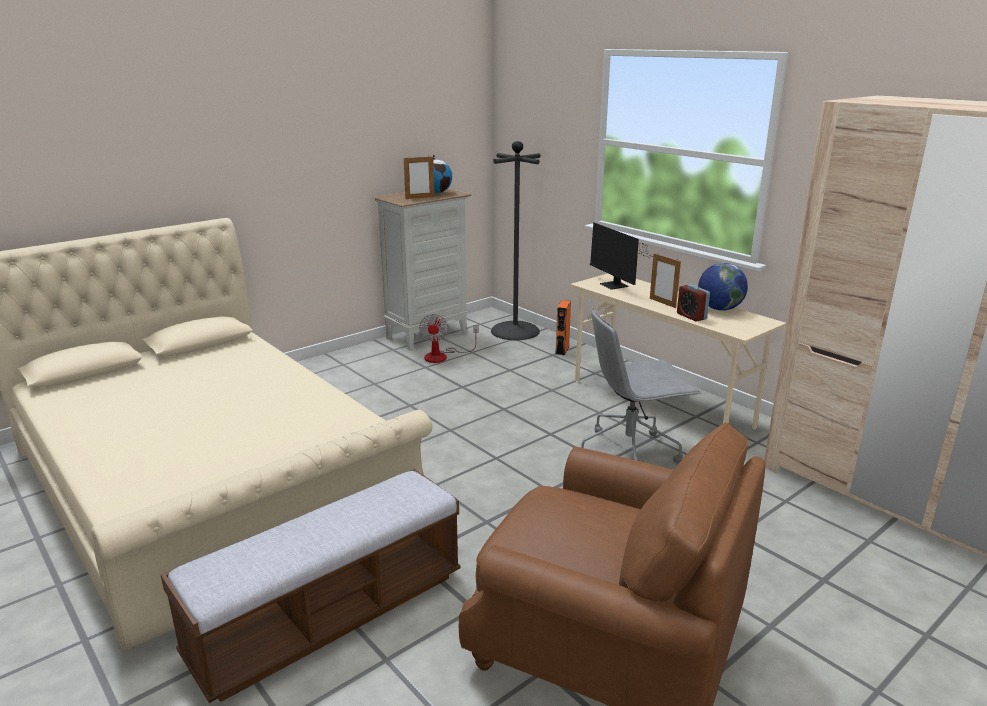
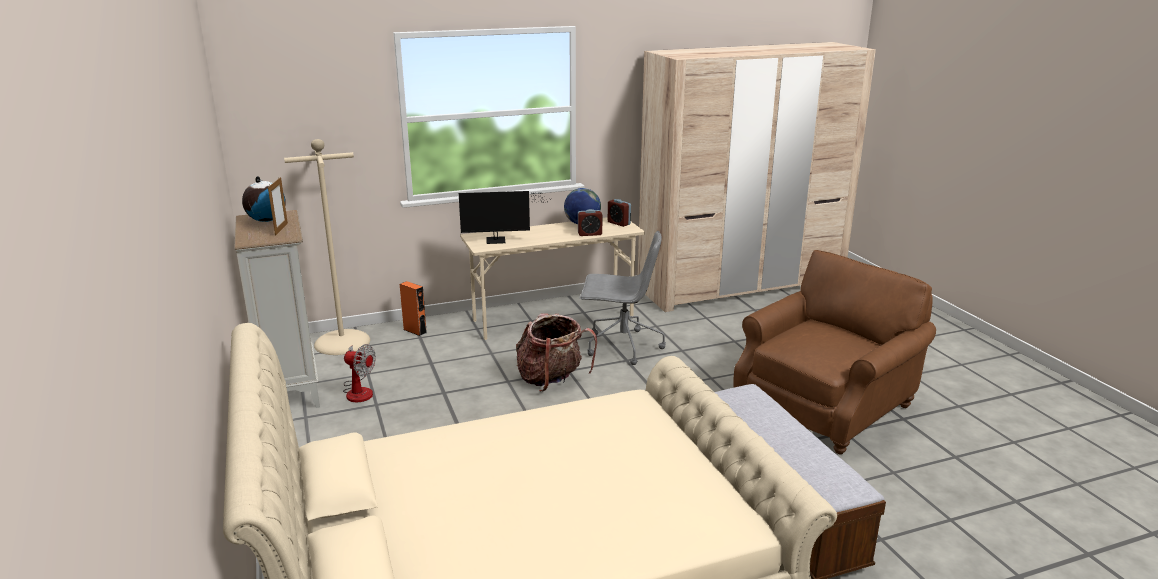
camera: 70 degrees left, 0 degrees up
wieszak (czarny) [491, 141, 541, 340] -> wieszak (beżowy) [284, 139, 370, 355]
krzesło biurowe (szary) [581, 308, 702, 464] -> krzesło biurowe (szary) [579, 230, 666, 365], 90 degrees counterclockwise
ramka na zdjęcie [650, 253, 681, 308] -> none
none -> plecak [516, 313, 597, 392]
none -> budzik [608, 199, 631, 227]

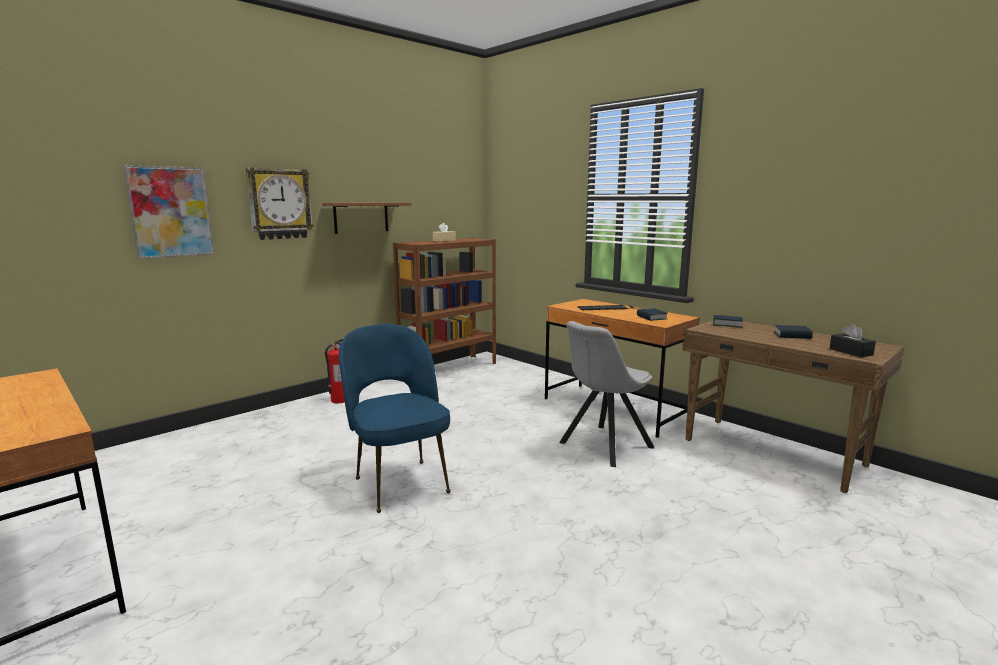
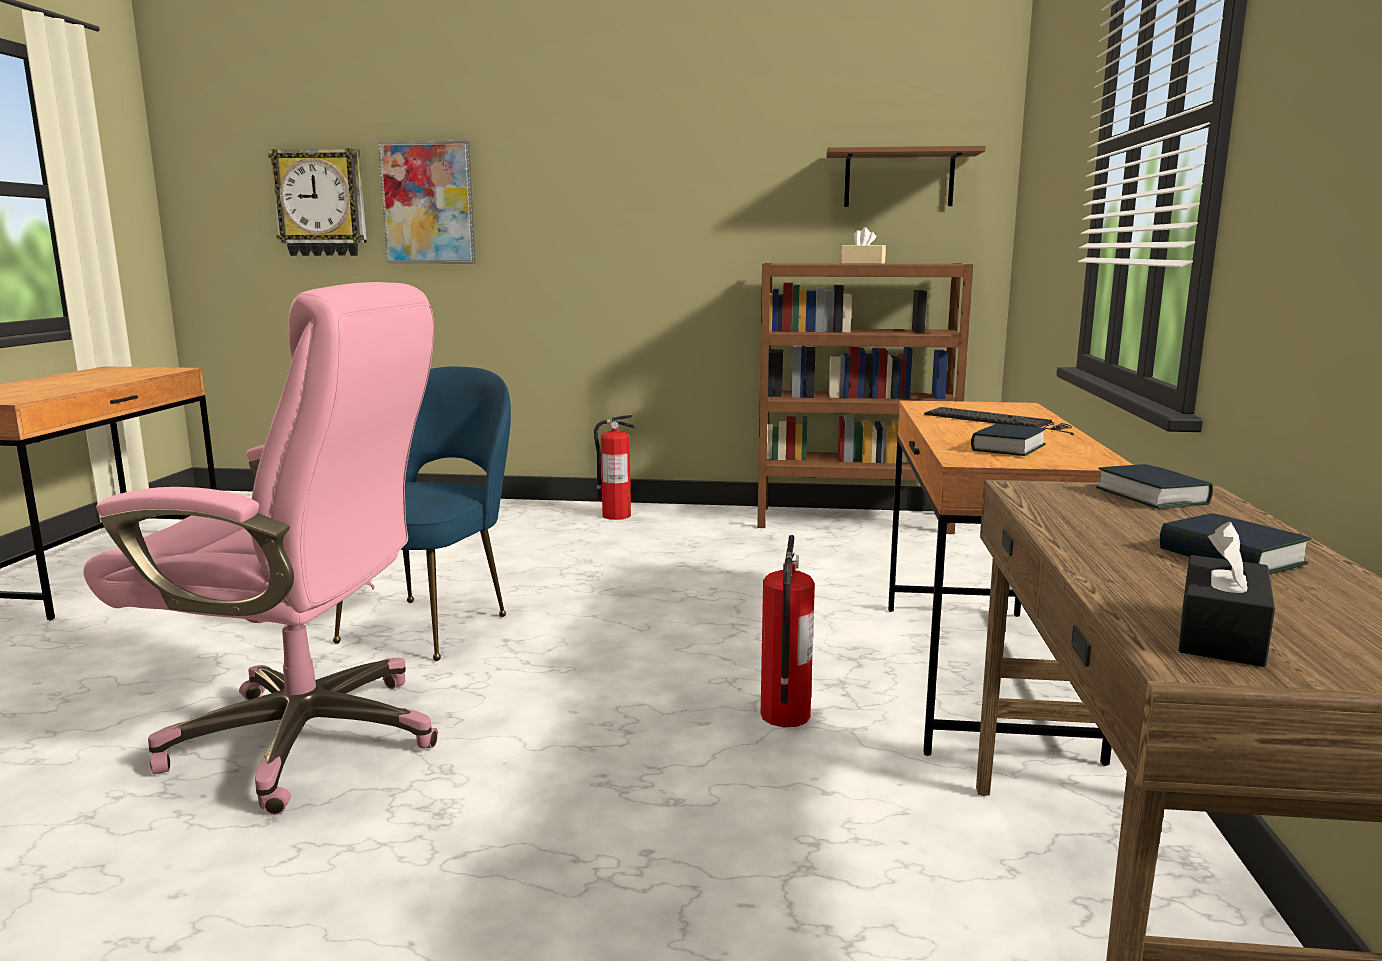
camera: 50 degrees right, 0 degrees up
zegar ścienny [246, 167, 314, 240] -> zegar ścienny [268, 148, 367, 256], relocated
półka (brązowy) [322, 202, 412, 234] -> półka (brązowy) [826, 145, 986, 207], relocated
krzesło (szary) [560, 321, 654, 467] -> gaśnica [761, 535, 815, 727]
none -> krzesło biurowe (różowy) [83, 282, 438, 815]

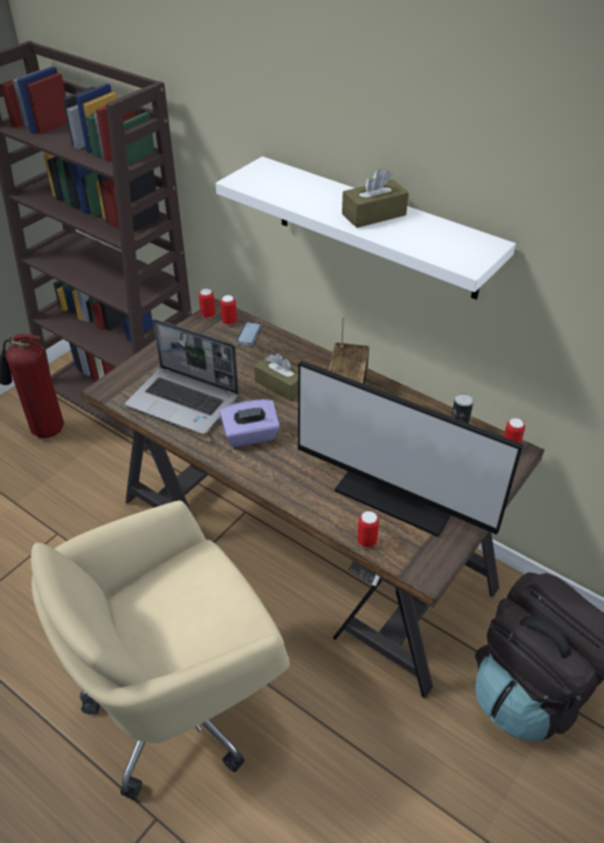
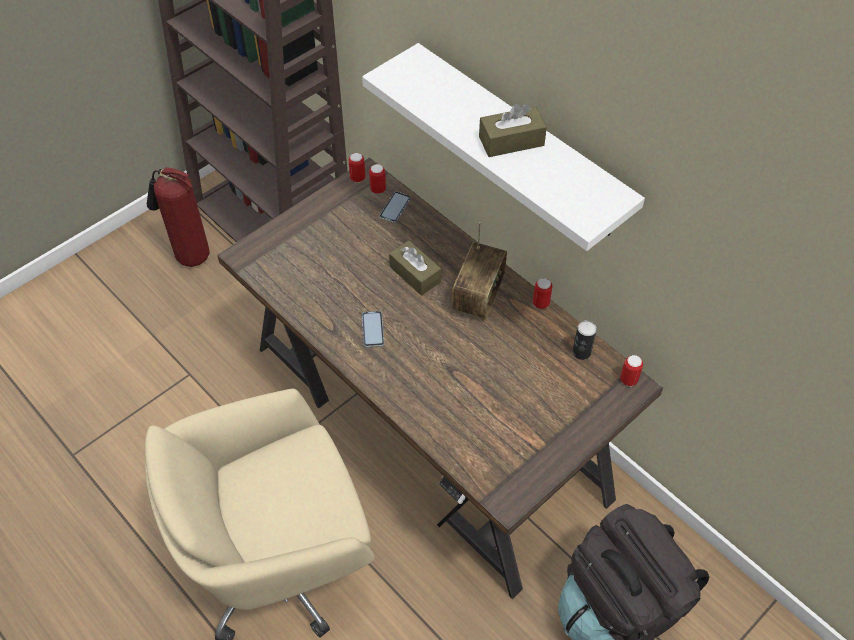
camera: 10 degrees right, 10 degrees up
laptop [125, 319, 239, 435] -> none
pudełko chusteczek (fioletowy) [220, 399, 280, 447] -> telefon [362, 311, 384, 347]
monitor [298, 360, 523, 537] -> none
puszka [357, 511, 379, 548] -> puszka [533, 278, 552, 309], relocated

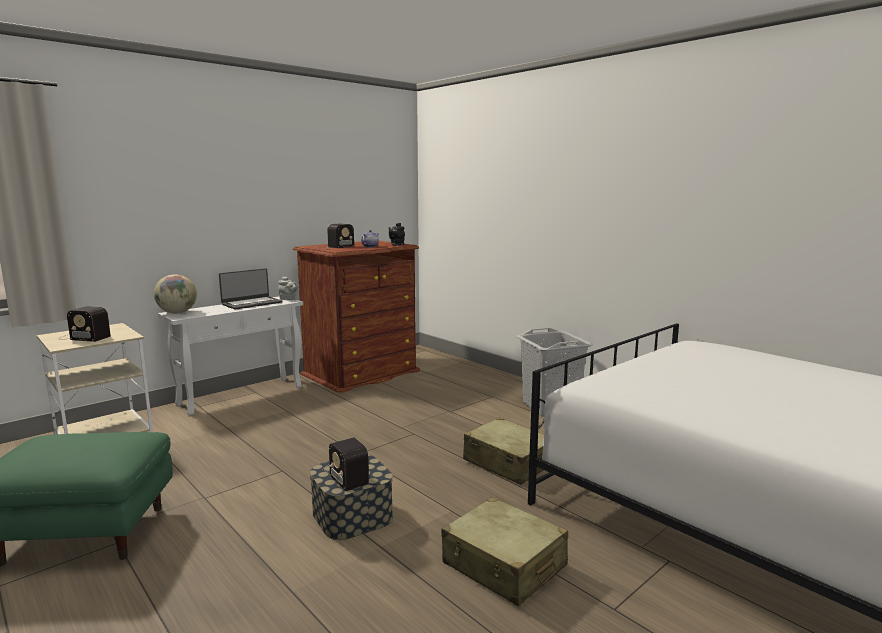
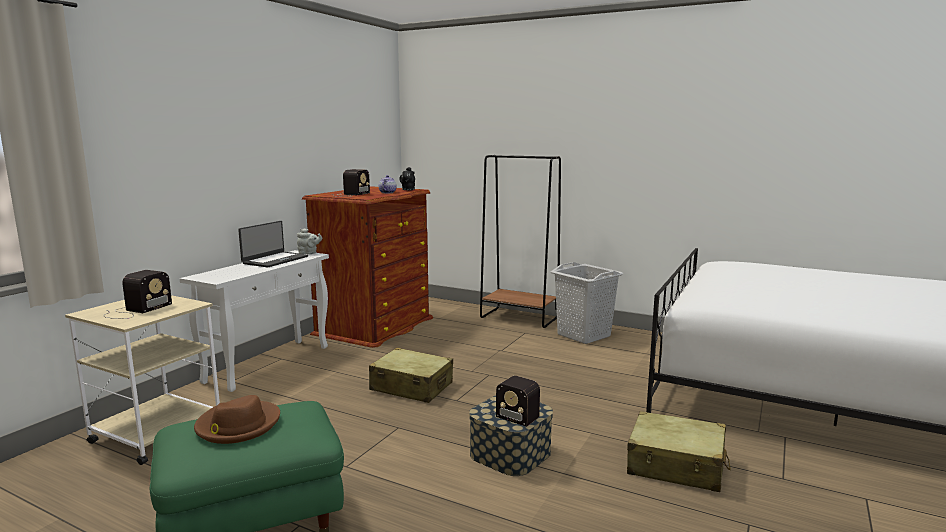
camera: 20 degrees left, 0 degrees up
radio [58, 306, 111, 342] -> radio [103, 270, 172, 319], 60 degrees counterclockwise
globus [154, 274, 197, 313] -> none
walizka (beżowy) [463, 417, 544, 485] -> walizka (beżowy) [369, 348, 453, 403], relocated
none -> kapelusz (brązowy) [194, 395, 280, 444]
none -> wieszak [480, 155, 561, 328]

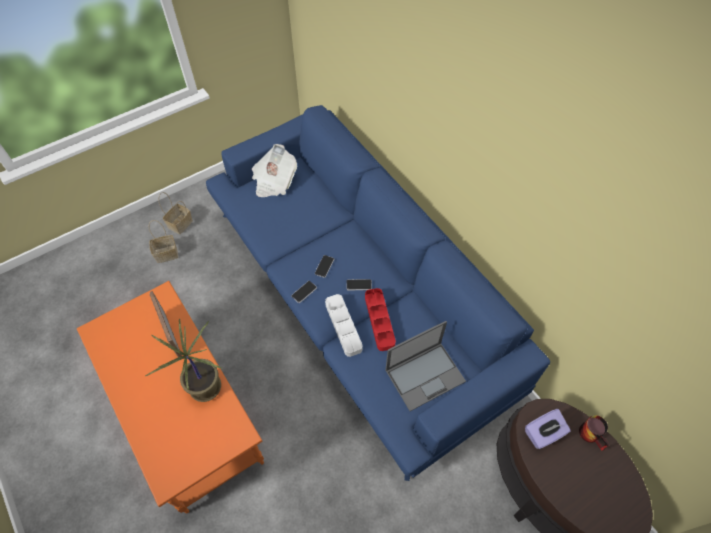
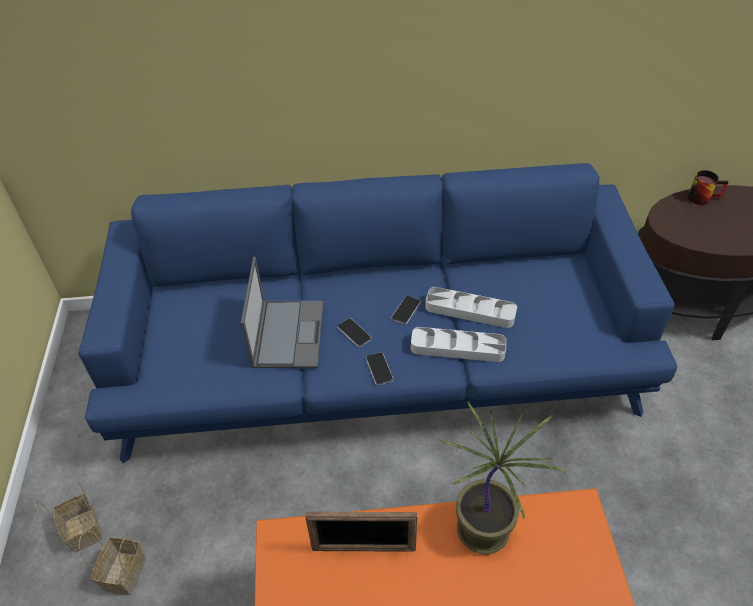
camera: 60 degrees left, 10 degrees down
gazeta [252, 144, 297, 197] -> none
taca (czerwony) [365, 288, 396, 351] -> taca (szary) [425, 287, 517, 328]
laptop [385, 321, 466, 411] -> laptop [241, 257, 323, 368], relocated
pudełko chusteczek (fioletowy) [525, 409, 571, 449] -> none

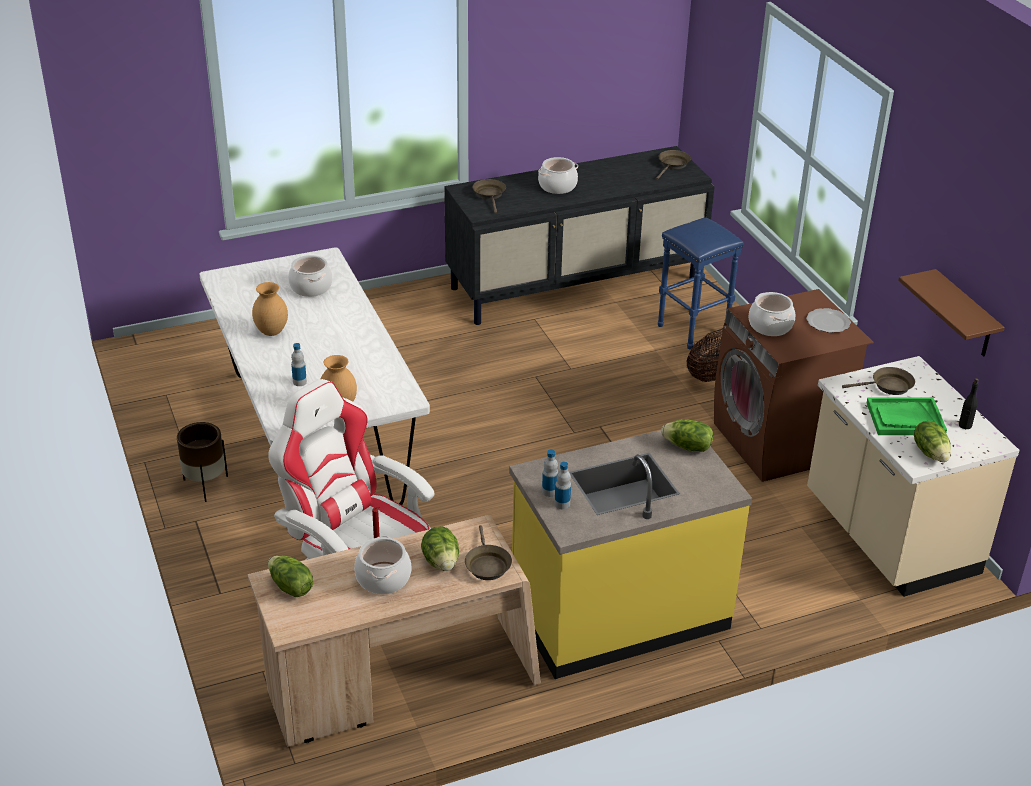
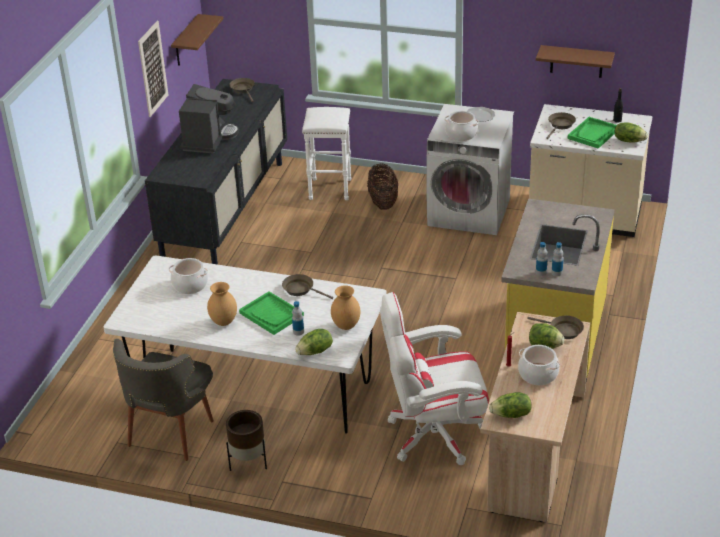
camera: 50 degrees left, 0 degrees up
patelnia (brązowy) [472, 179, 506, 214] -> patelnia (brązowy) [282, 274, 333, 299], relocated
garnek [538, 157, 578, 194] -> ekspres do kawy [179, 84, 239, 154]
stołek (niebieski) [658, 217, 744, 349] -> stołek (biały) [302, 107, 351, 200]
sałata [661, 419, 713, 452] -> sałata [295, 329, 333, 355], relocated
pralka (brązowy) [714, 289, 874, 482] -> pralka (biały) [426, 104, 514, 235]
none -> krzesło (szary) [113, 339, 214, 461]
none -> obraz [138, 21, 169, 117]
none -> półka (brązowy) [171, 14, 223, 66]
none -> taca (zielony) [239, 291, 304, 335]

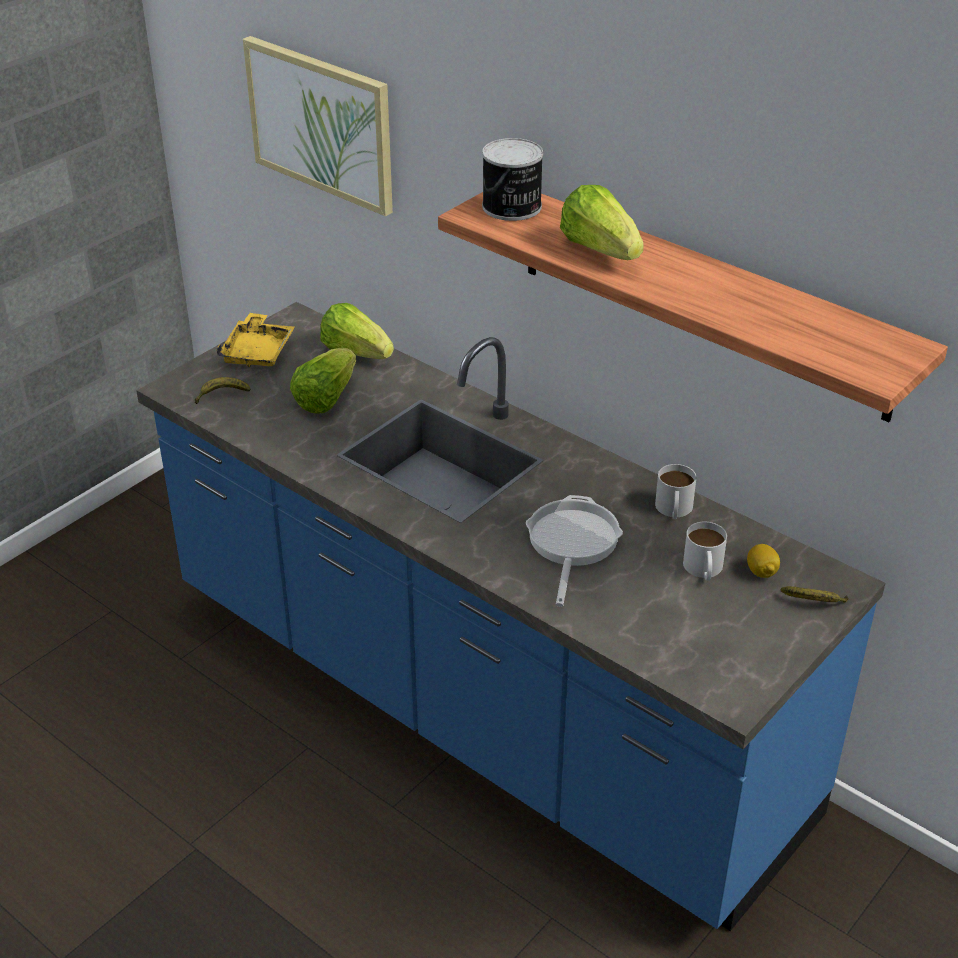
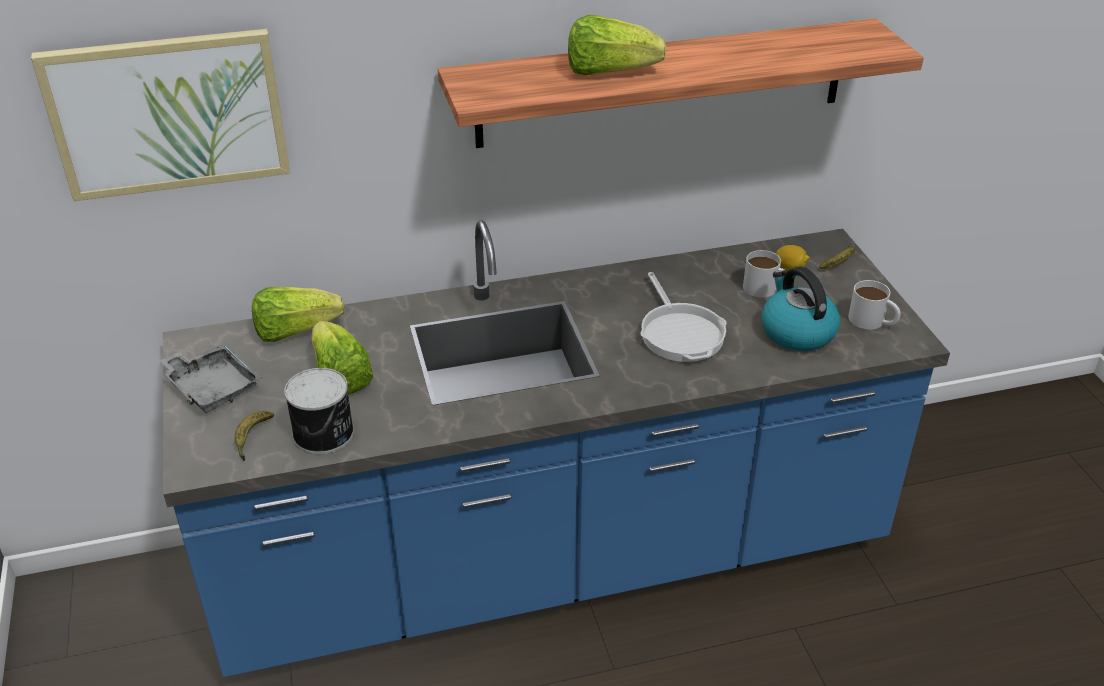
camera: 55 degrees left, 0 degrees up
taca (żółty) [216, 313, 295, 367] -> taca (szary) [159, 343, 262, 413]
puszka [482, 138, 543, 221] -> puszka [284, 368, 354, 455], relocated
patelnia [526, 495, 623, 607] -> patelnia [640, 272, 726, 362], 150 degrees counterclockwise
kubek (biały) [655, 464, 696, 519] -> kubek (biały) [848, 280, 901, 329], relocated
none -> czajnik [761, 266, 840, 351]

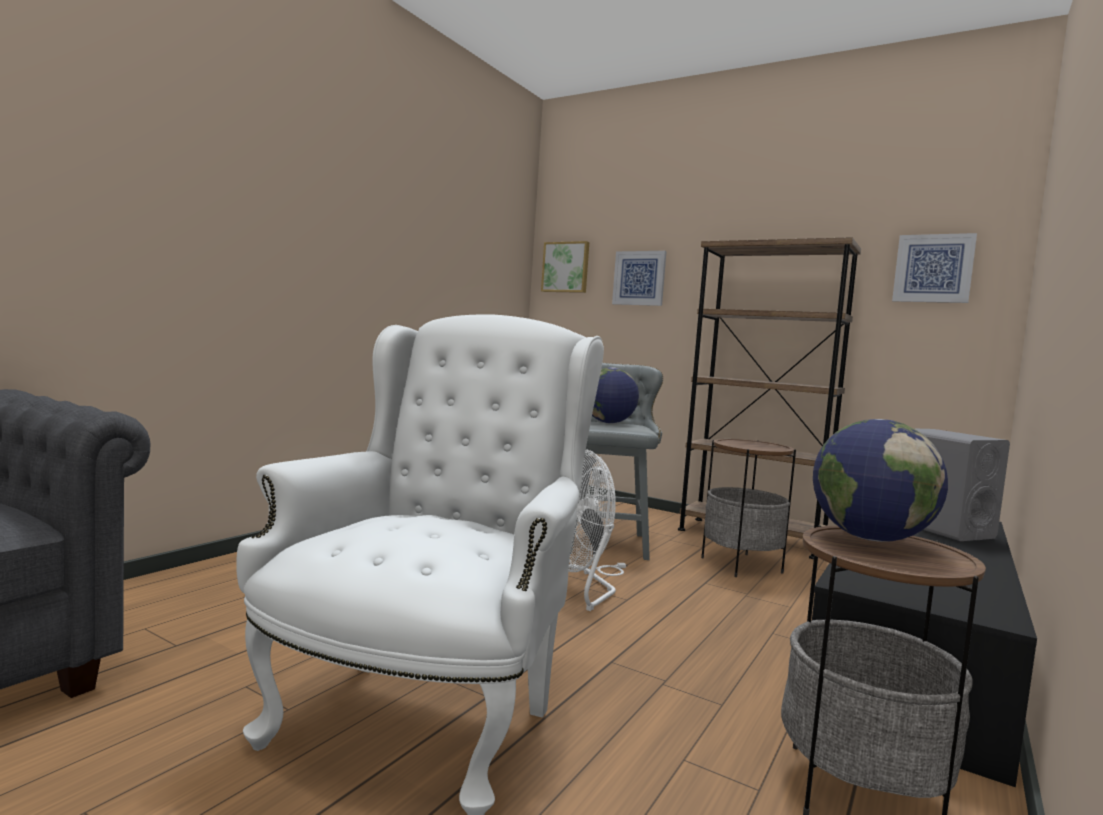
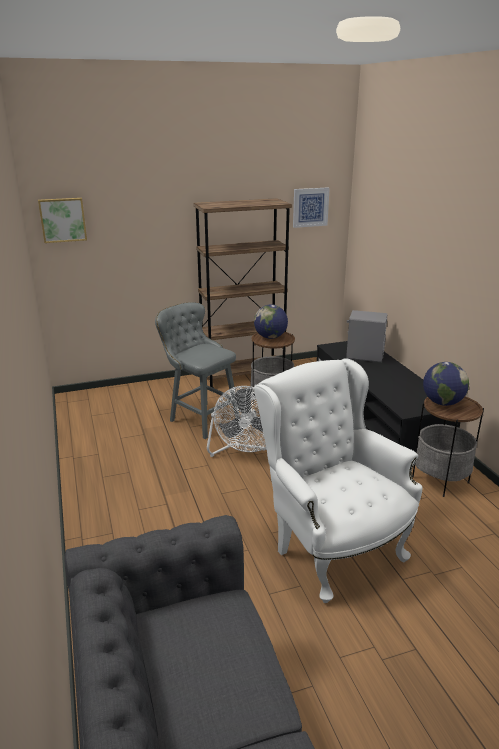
camera: 50 degrees left, 20 degrees up
globus [592, 367, 639, 423] -> globus [254, 304, 288, 339], relocated
obraz [612, 251, 667, 306] -> none

